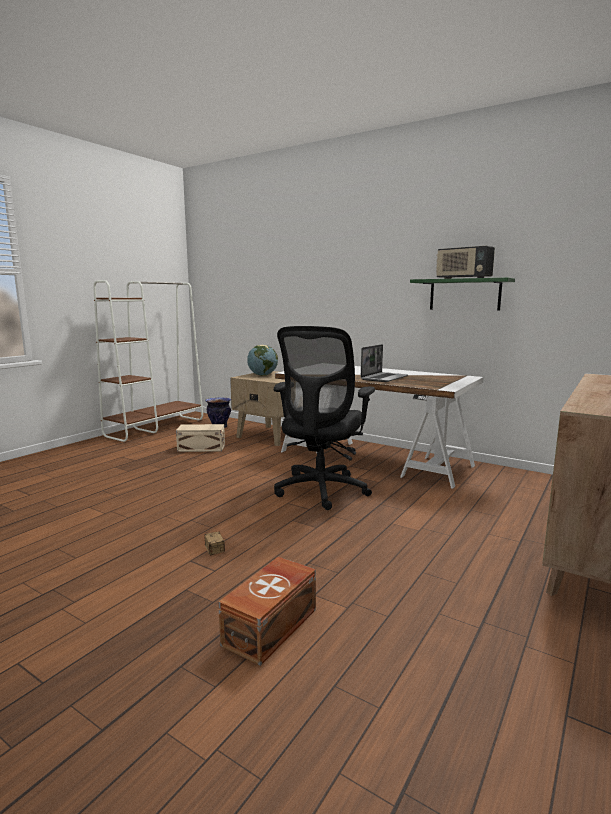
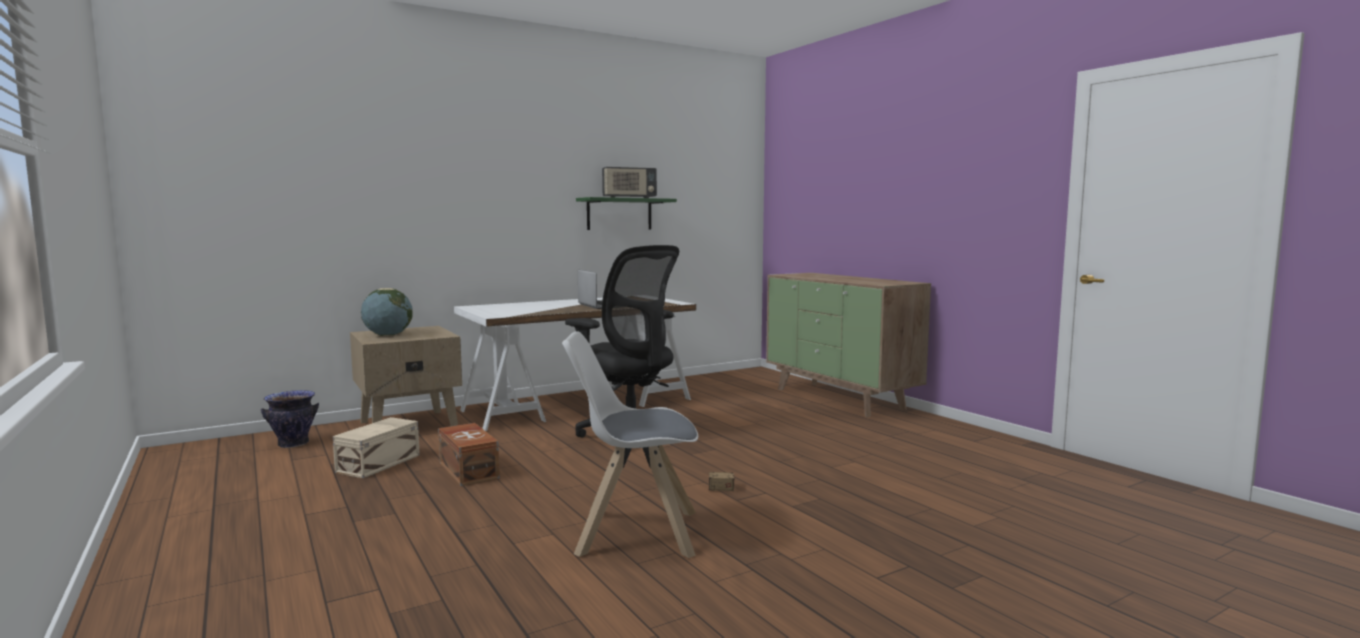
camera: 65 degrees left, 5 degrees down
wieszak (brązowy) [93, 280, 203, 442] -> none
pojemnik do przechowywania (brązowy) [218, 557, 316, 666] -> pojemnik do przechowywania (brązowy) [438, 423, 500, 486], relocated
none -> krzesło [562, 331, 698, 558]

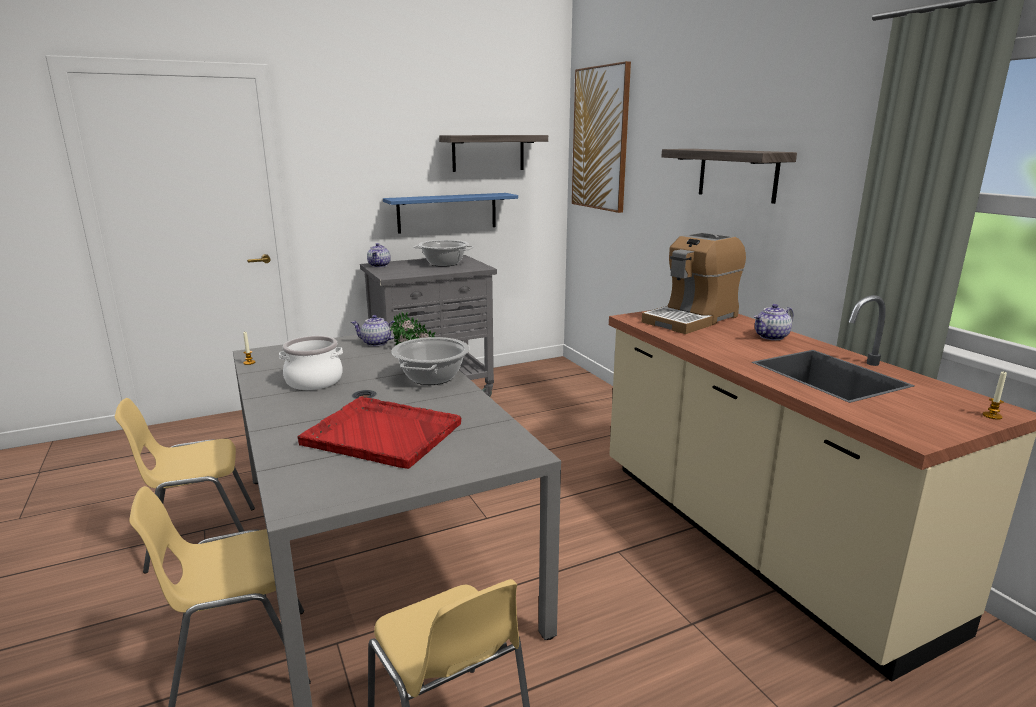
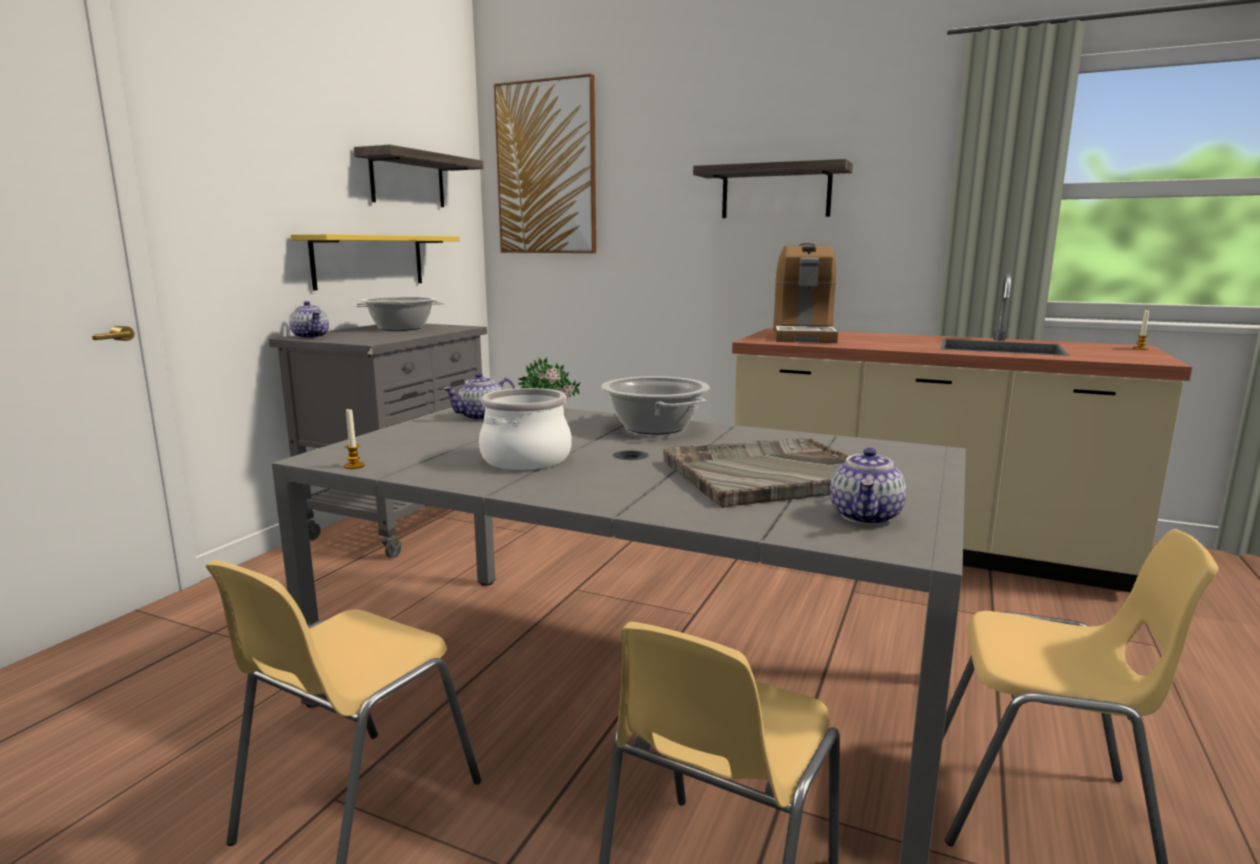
camera: 40 degrees left, 5 degrees down
taca (czerwony) [298, 396, 461, 469] -> taca (szary) [663, 438, 849, 508]
półka (niebieski) [383, 193, 518, 234] -> półka (żółty) [291, 234, 460, 290]
imbryk [754, 304, 794, 340] -> imbryk [830, 448, 906, 525], relocated

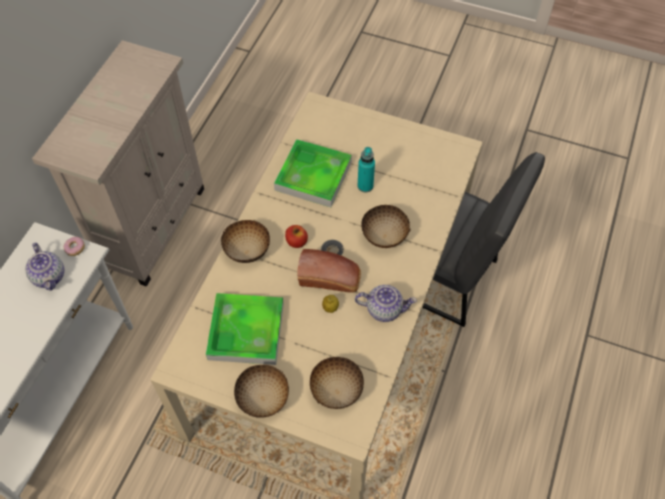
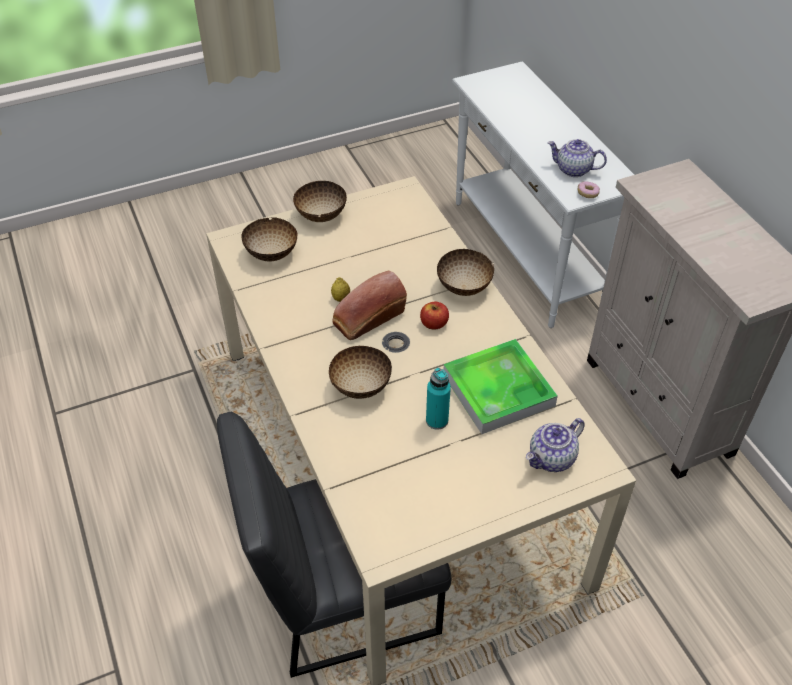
camera: 135 degrees right, 10 degrees down
taca [206, 293, 284, 365] -> none
imbryk [355, 285, 417, 322] -> imbryk [526, 418, 585, 472], relocated

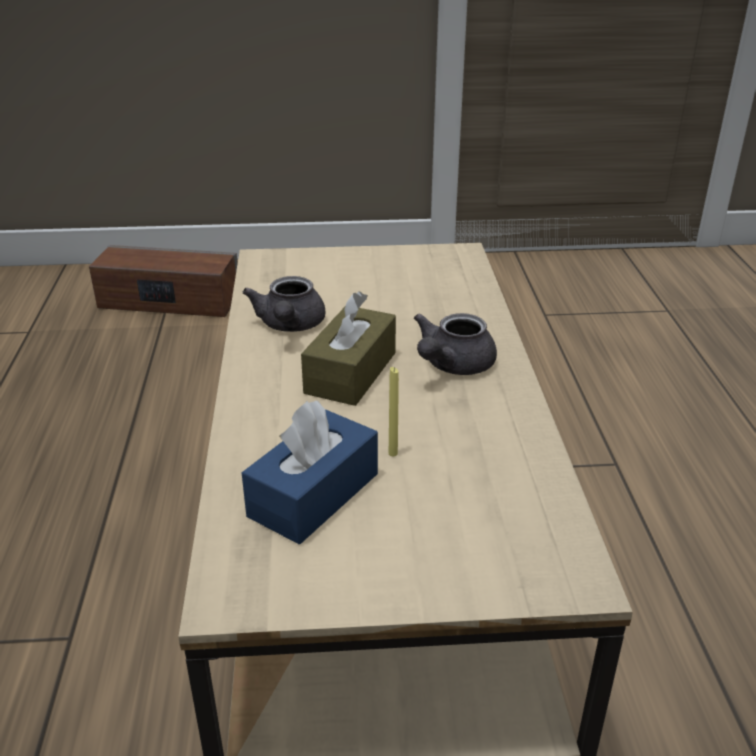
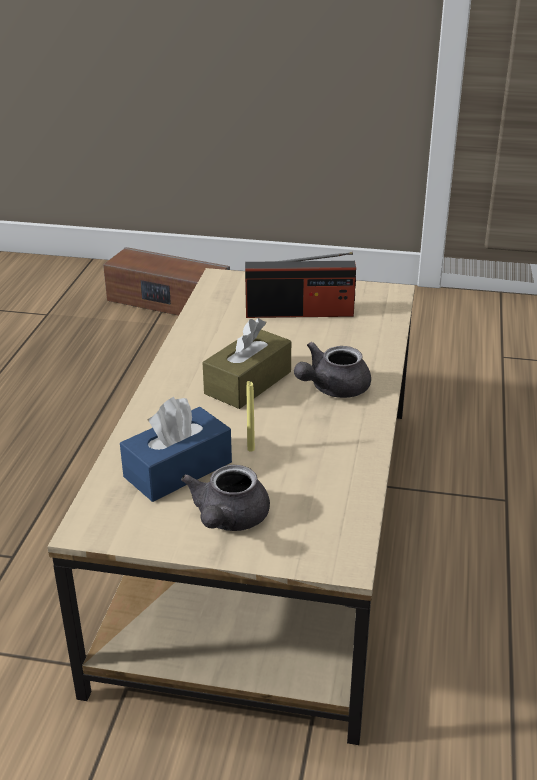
camera: 15 degrees right, 0 degrees up
imbryk (szary) [243, 276, 325, 332] -> imbryk (szary) [181, 465, 270, 531], relocated
none -> radio [245, 252, 356, 318]

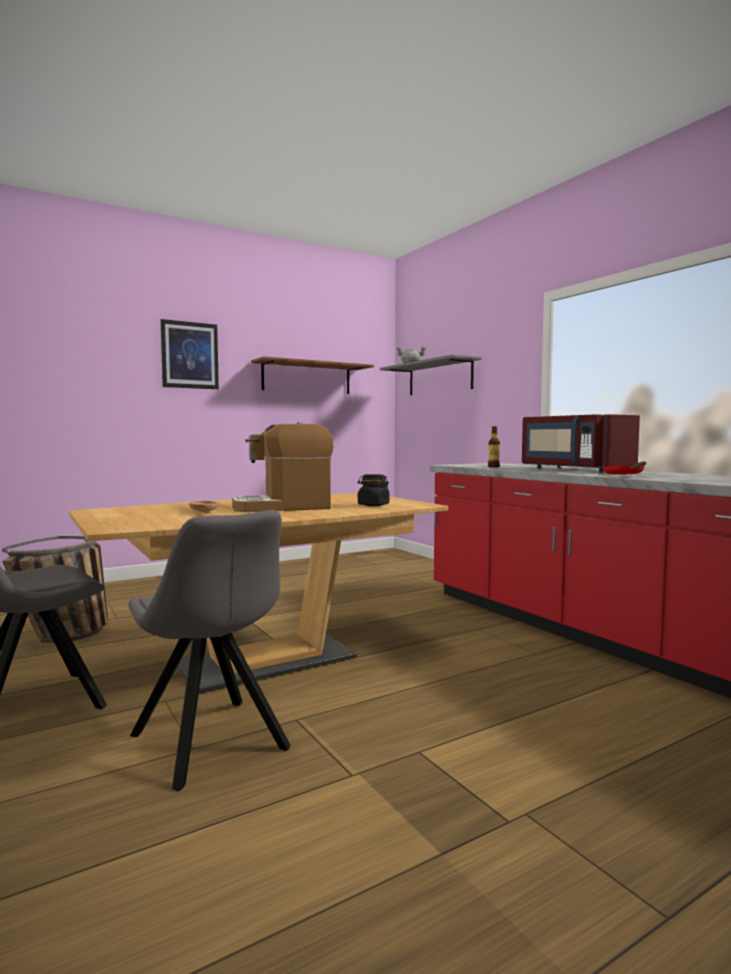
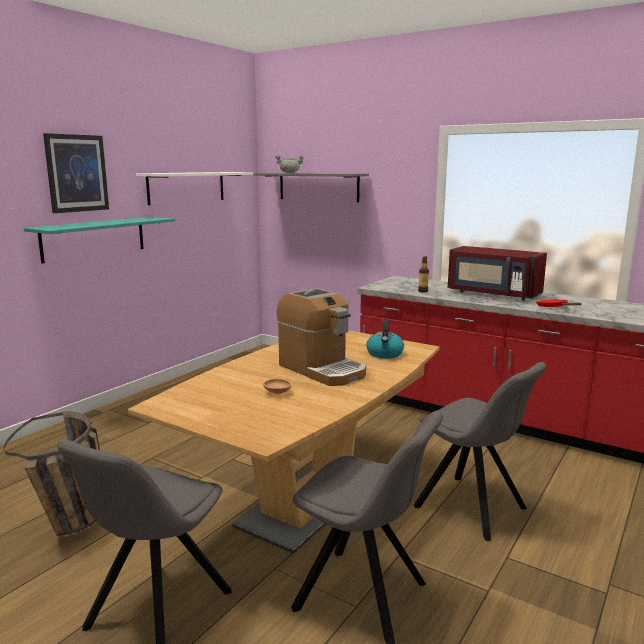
camera: 25 degrees left, 10 degrees up
ekspres do kawy [232, 422, 334, 512] -> ekspres do kawy [277, 288, 366, 386], 90 degrees counterclockwise
półka (brązowy) [251, 356, 374, 394] -> półka (biały) [136, 172, 253, 205]
słoik (czarny) [358, 474, 389, 506] -> czajnik [366, 319, 404, 359]
none -> półka (turkusowy) [24, 217, 175, 263]
none -> krzesło (szary) [414, 362, 546, 541]

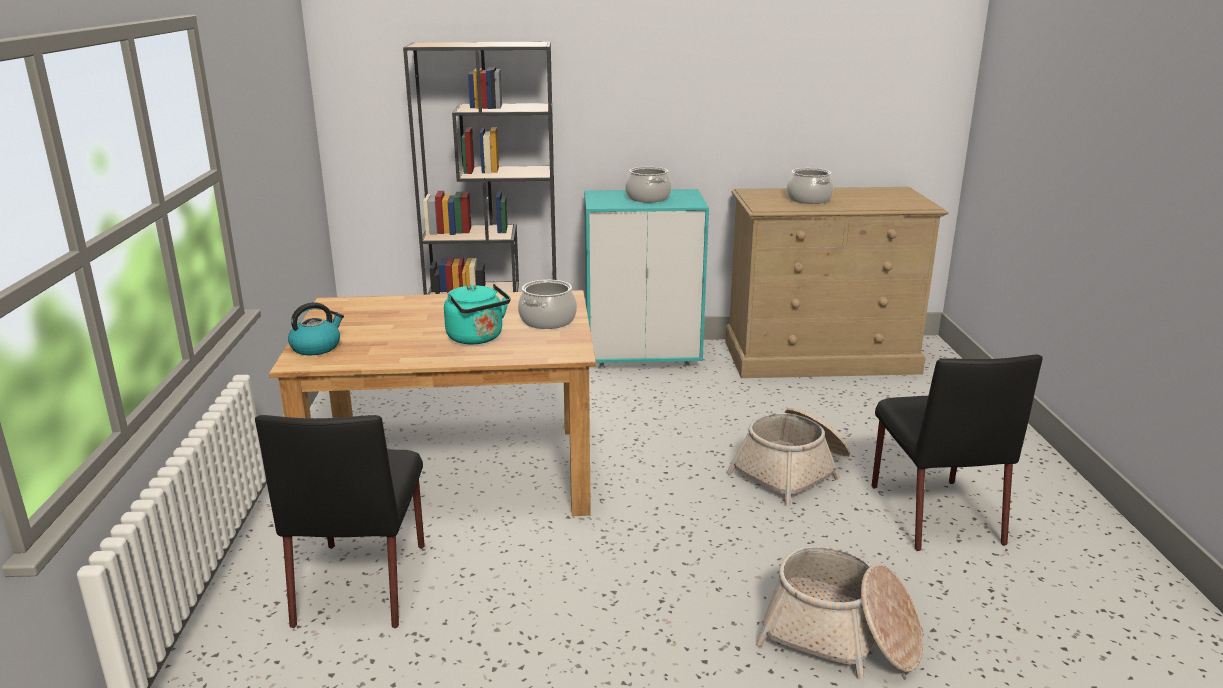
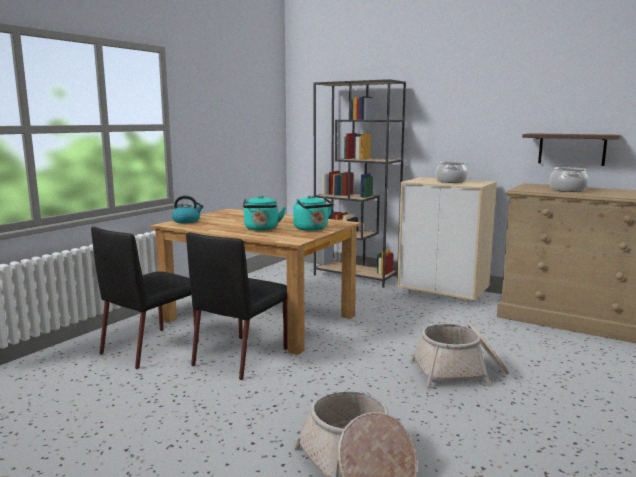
camera: 35 degrees right, 10 degrees down
garnek [518, 280, 577, 329] -> czajnik (turkusowy) [293, 195, 333, 231]
szafka (turkusowy) [584, 189, 709, 369] -> szafka (beżowy) [397, 177, 497, 304]
krzesło (czarny) [872, 355, 1043, 551] -> krzesło (czarny) [186, 232, 288, 380], relocated
none -> półka [522, 133, 621, 166]

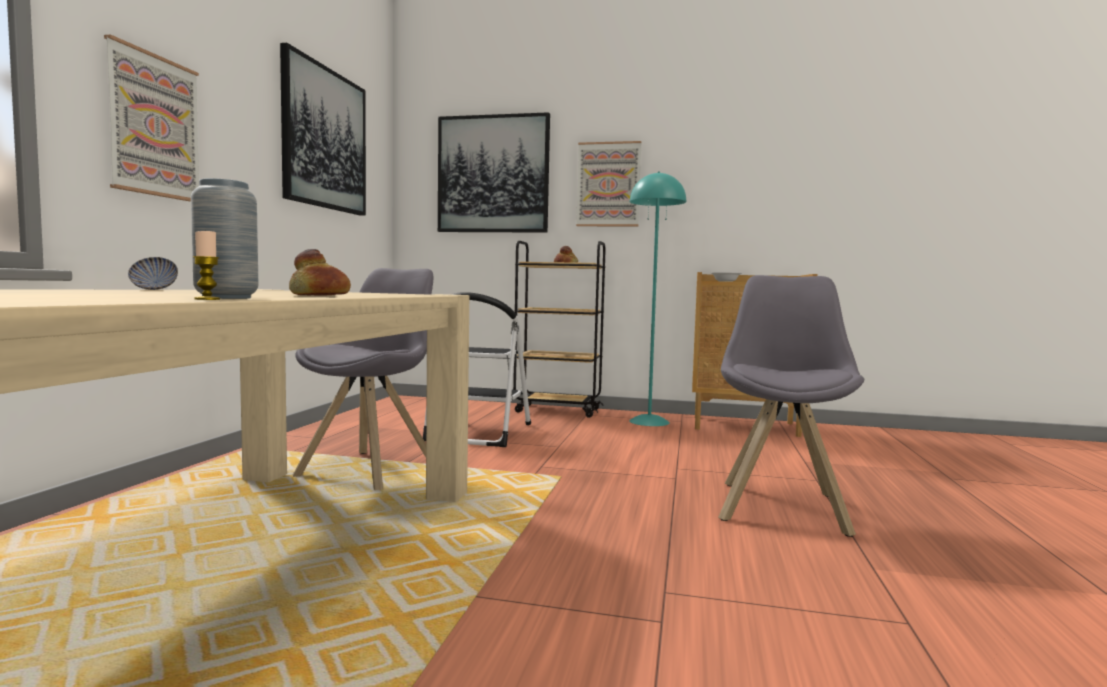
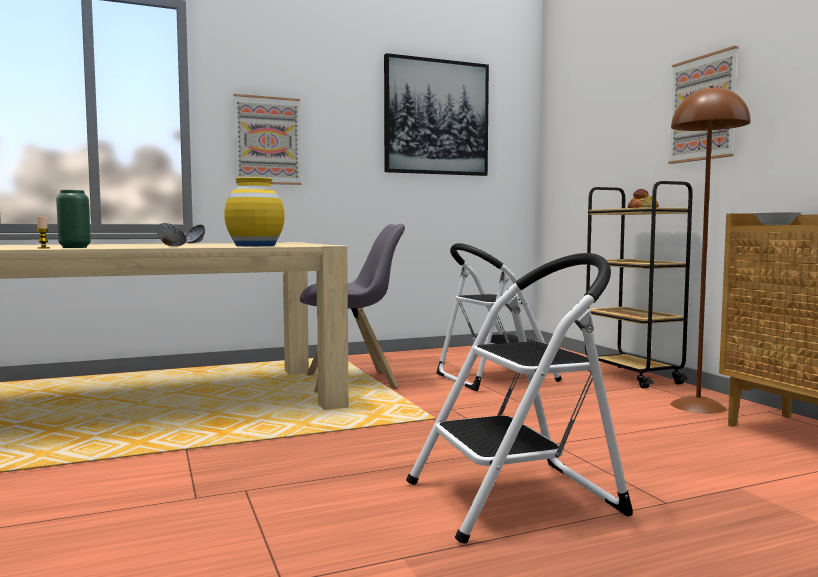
camera: 55 degrees right, 0 degrees up
wazon (szary) [191, 178, 258, 299] -> wazon (zielony) [56, 190, 91, 248]
chleb [289, 249, 351, 295] -> miska [157, 223, 186, 247]
obraz [438, 112, 550, 233] -> none
lampa stojąca (turkusowy) [629, 171, 686, 426] -> lampa stojąca (brązowy) [671, 86, 751, 413]
krzesło (szary) [718, 275, 865, 537] -> drabinka [406, 253, 633, 544]
none -> wazon (żółty) [224, 177, 285, 246]

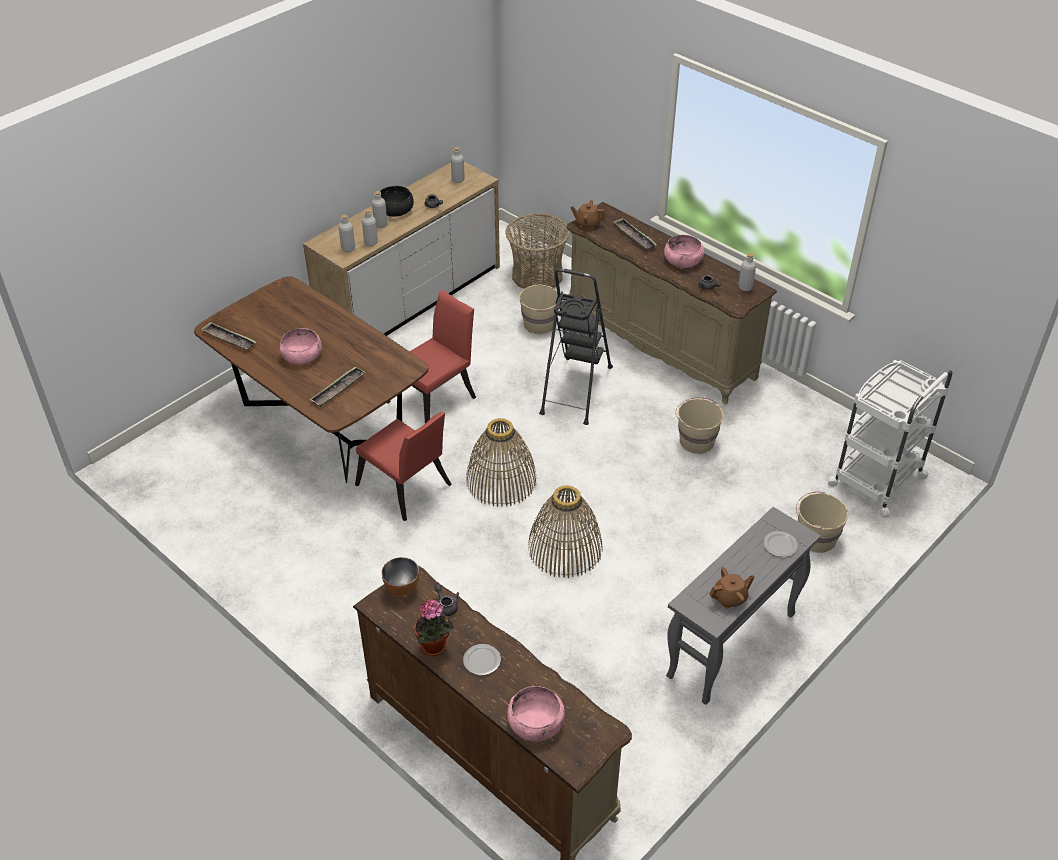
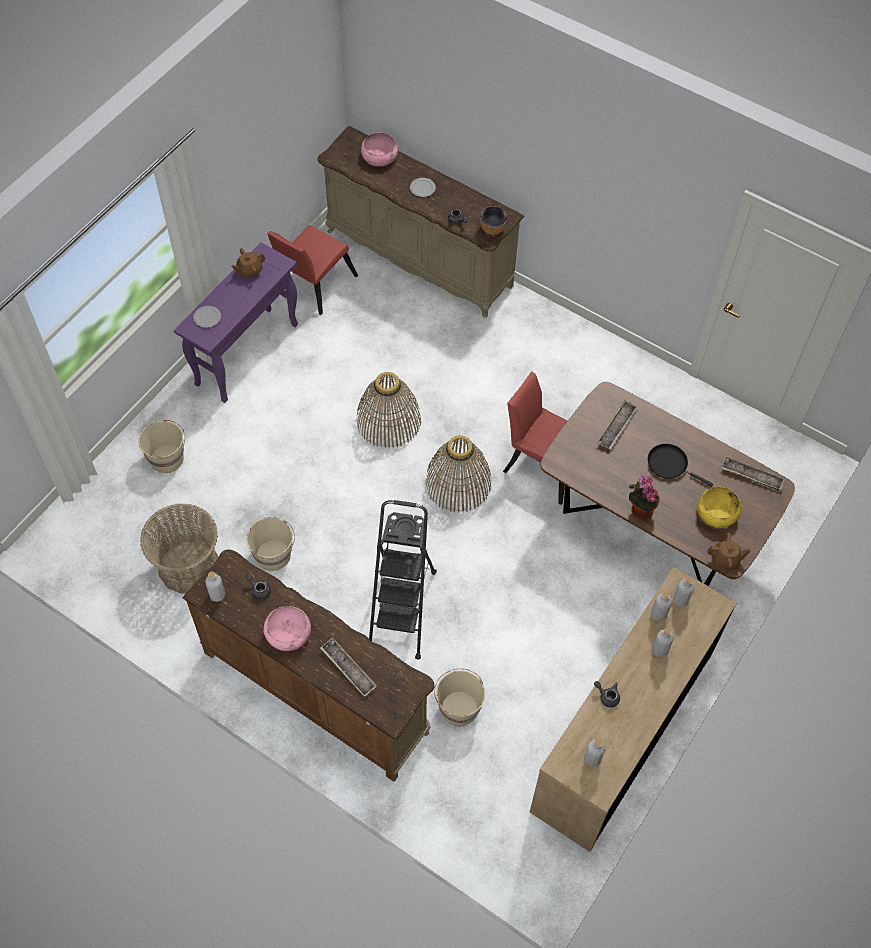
camera: 170 degrees right, 15 degrees up
miska (różowy) [279, 328, 322, 364] -> patelnia (czarny) [648, 444, 713, 487]
miska (czarny) [380, 186, 414, 217] -> none
krzesło (czerwony) [387, 289, 476, 423] -> krzesło (czerwony) [267, 225, 358, 315], relocated
roślina doniczkowa [414, 599, 453, 656] -> roślina doniczkowa [629, 476, 660, 520], relocated
koszyk [505, 213, 570, 289] -> koszyk [140, 503, 218, 594], relocated
imbryk (brązowy) [571, 200, 606, 229] -> imbryk (brązowy) [707, 533, 751, 568], relocated
stolik konsolowy (szary) [666, 507, 821, 705] -> stolik konsolowy (fioletowy) [174, 242, 298, 403]
wózek (biały) [828, 360, 952, 518] -> none
none -> miska (żółty) [697, 487, 741, 528]

